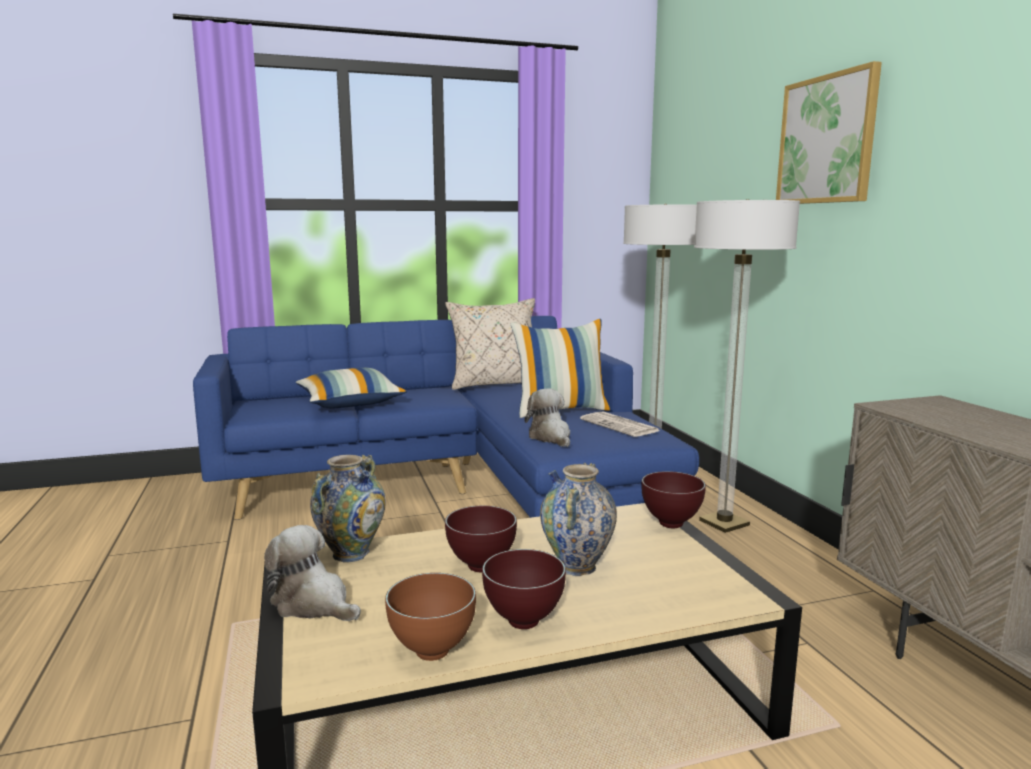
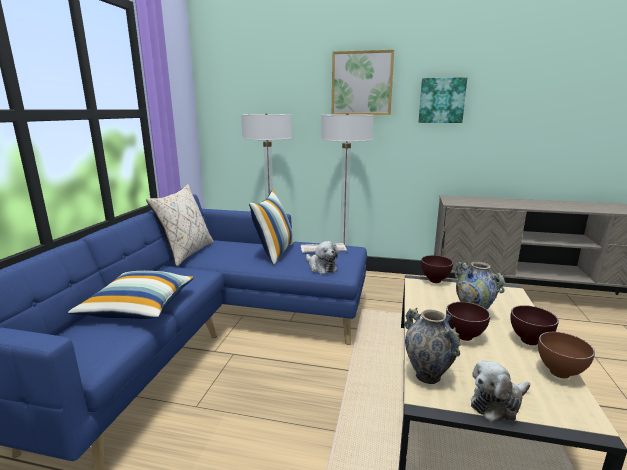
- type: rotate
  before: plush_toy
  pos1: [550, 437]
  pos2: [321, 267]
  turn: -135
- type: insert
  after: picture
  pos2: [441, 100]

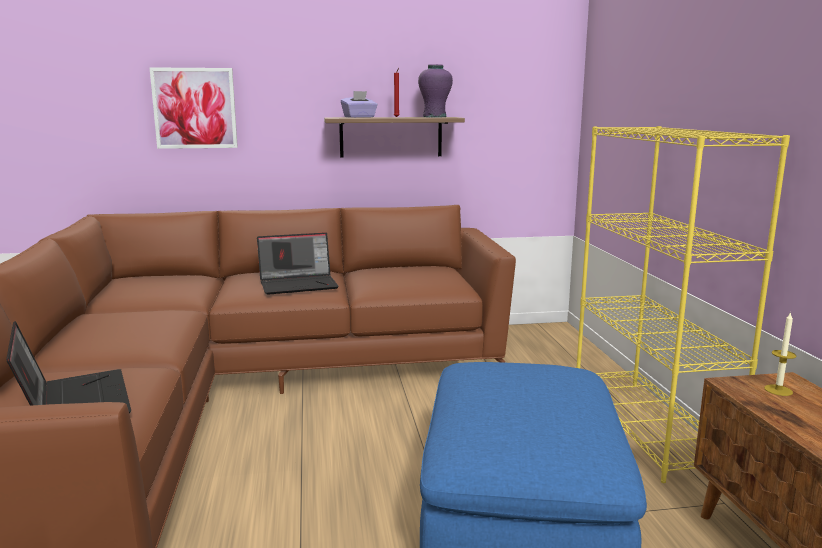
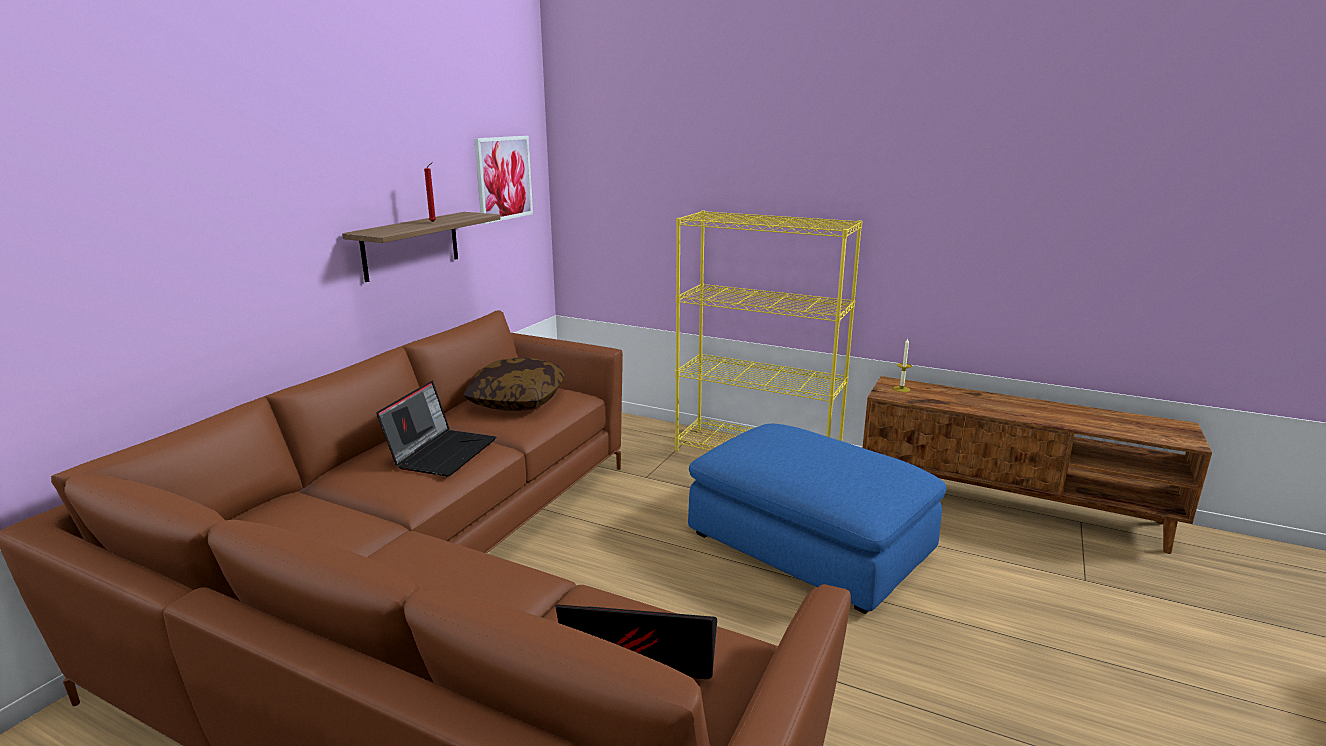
- type: delete
  before: purple_vase
  pos1: [434, 117]
- type: move
  before: picture
  pos1: [195, 108]
  pos2: [503, 178]
- type: delete
  before: purple_tissue_box
  pos1: [359, 117]
- type: insert
  after: pillow
  pos2: [517, 401]

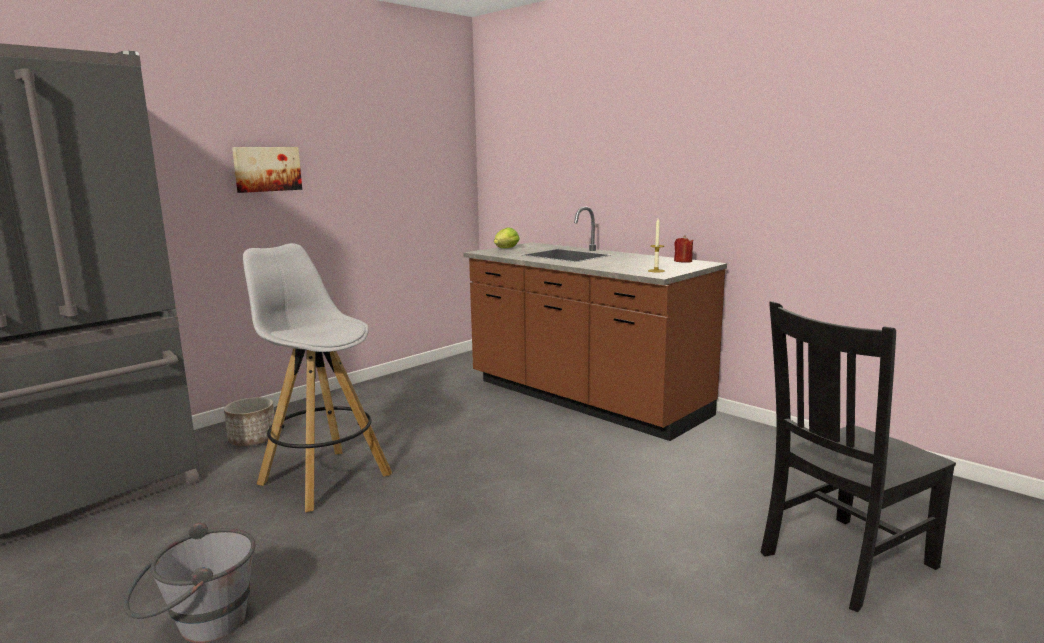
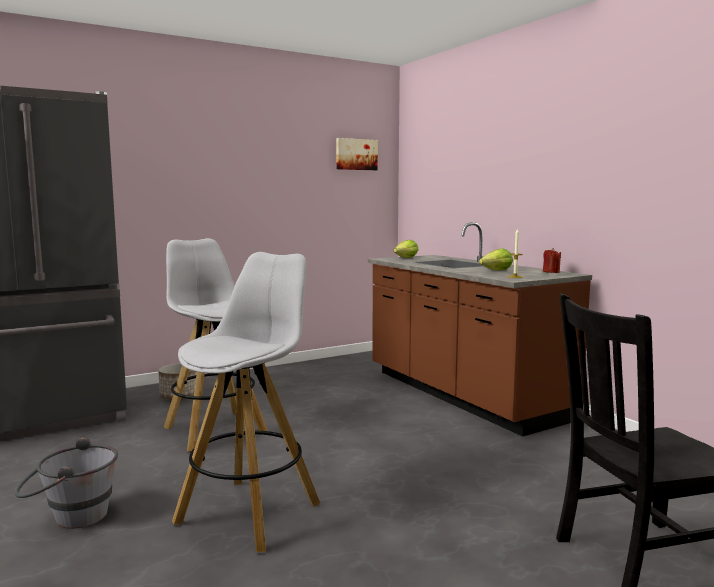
- type: move
  before: picture
  pos1: [267, 169]
  pos2: [356, 154]
- type: insert
  after: lettuce
  pos2: [496, 271]
- type: insert
  after: white_stool
  pos2: [250, 512]

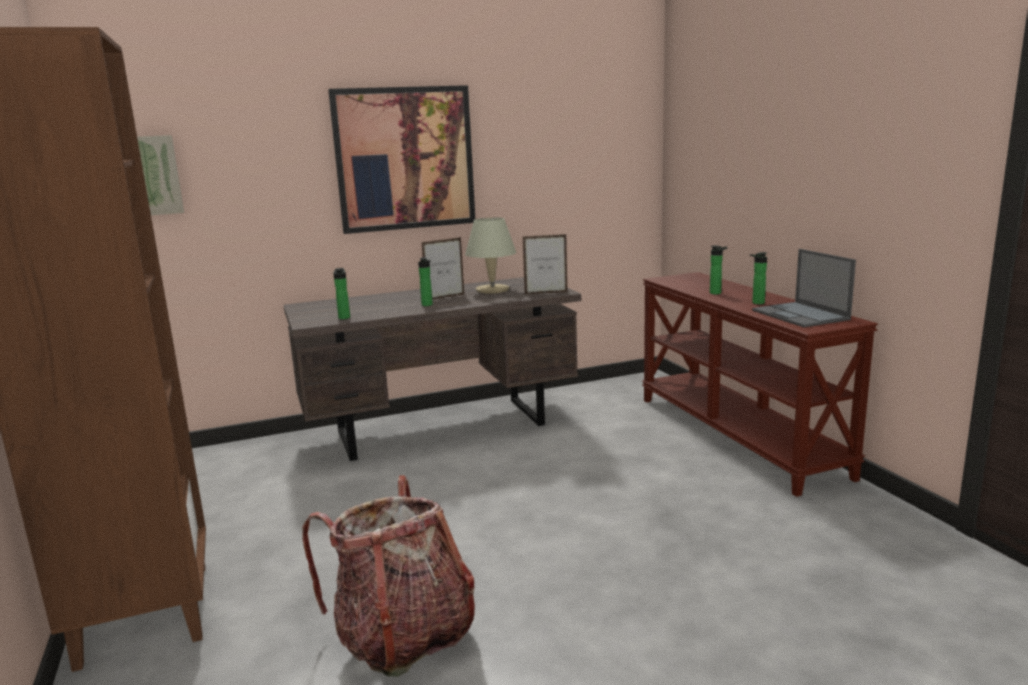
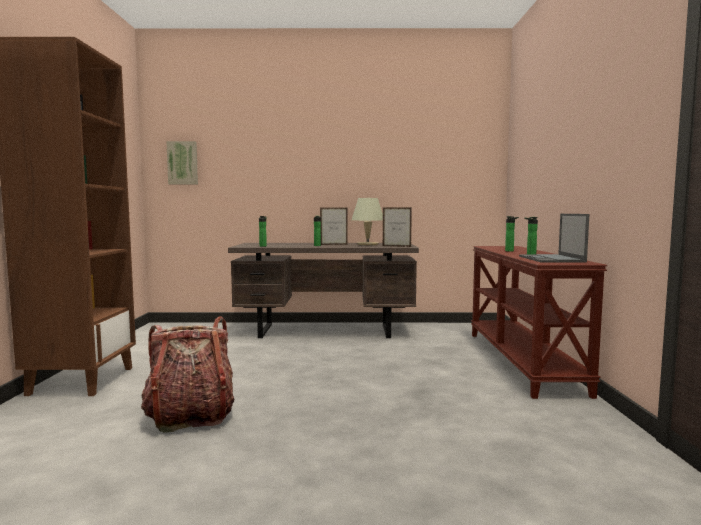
- type: delete
  before: picture
  pos1: [404, 159]

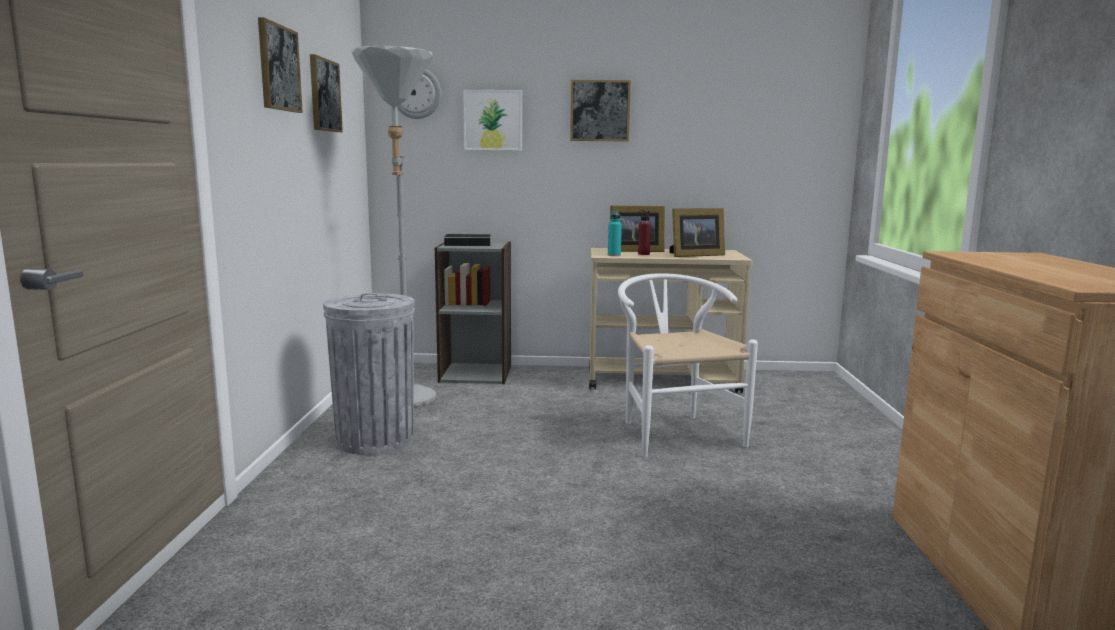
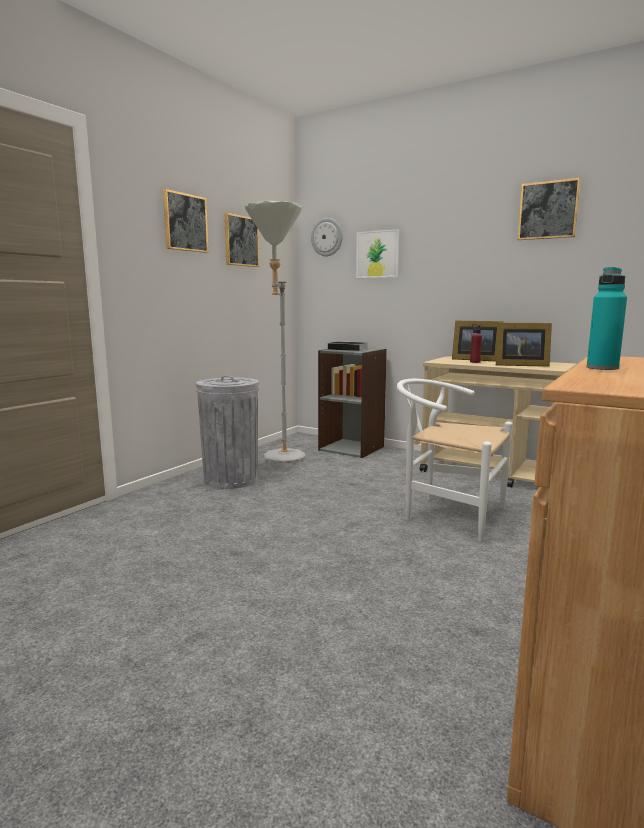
- type: move
  before: picture
  pos1: [600, 111]
  pos2: [548, 210]
- type: move
  before: turquoise_bottle
  pos1: [614, 255]
  pos2: [602, 368]
- type: rotate
  before: white_chair
  pos1: [673, 431]
  pos2: [446, 513]
  turn: -75

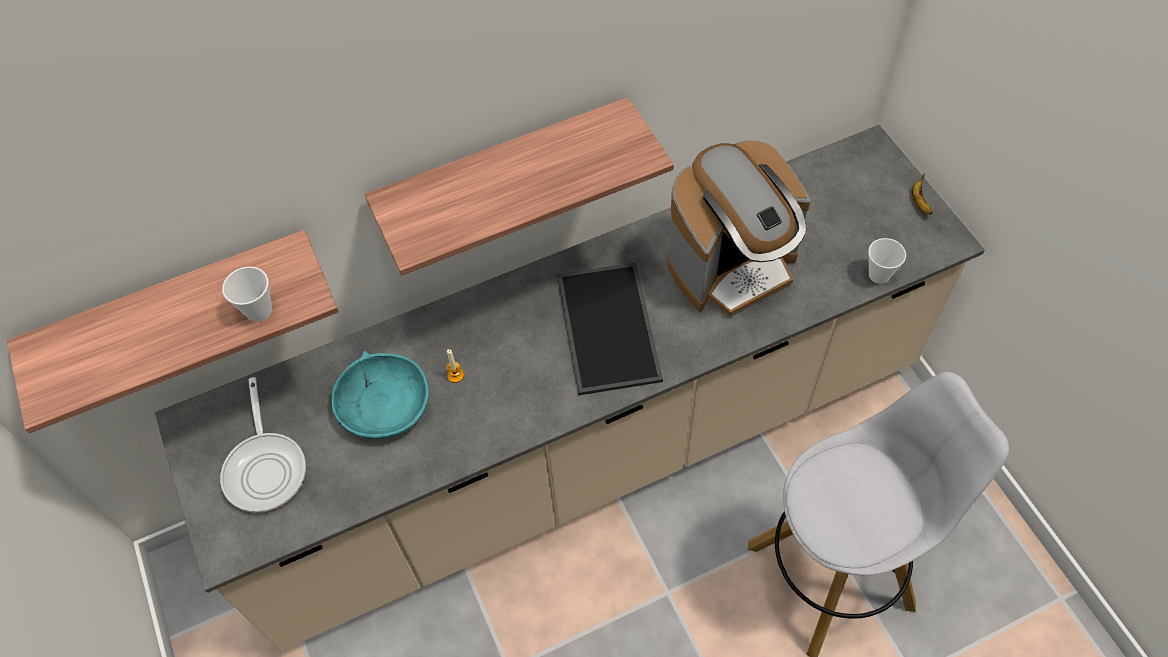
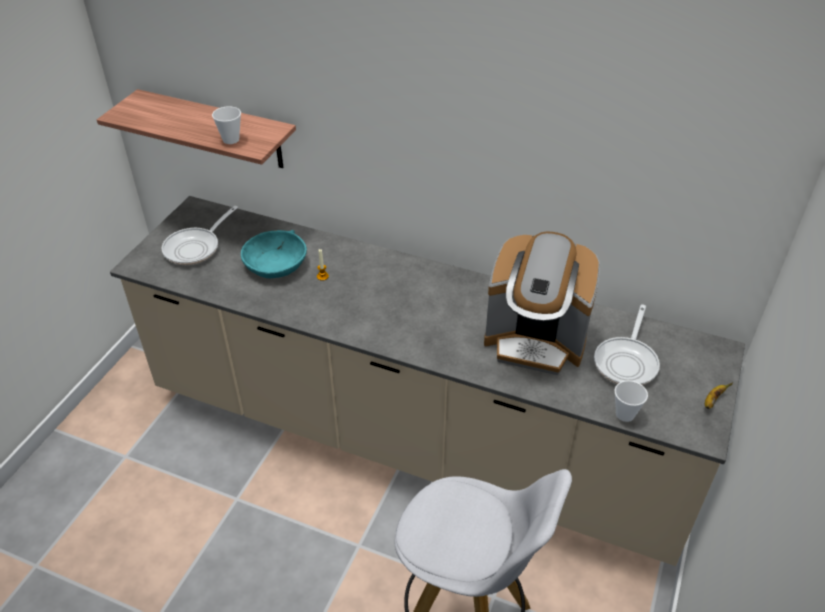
- type: delete
  before: shelf
  pos1: [503, 170]
- type: delete
  before: tray
  pos1: [605, 327]
- type: insert
  after: frying_pan
  pos2: [627, 362]

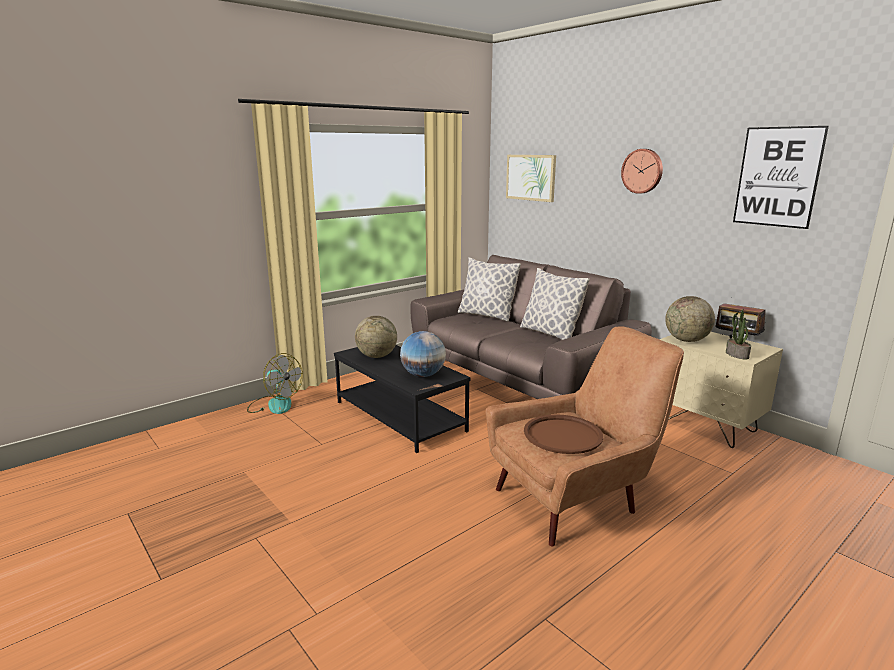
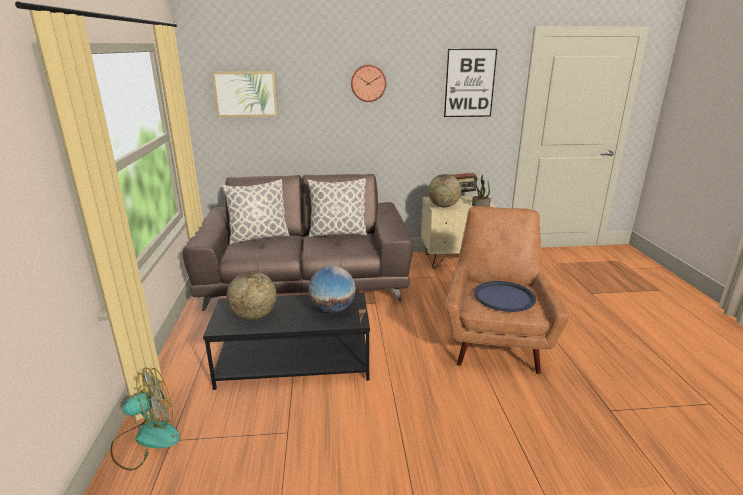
- type: recolor
  before: brown_tray
  after: blue_tray
  pos1: [562, 435]
  pos2: [504, 297]

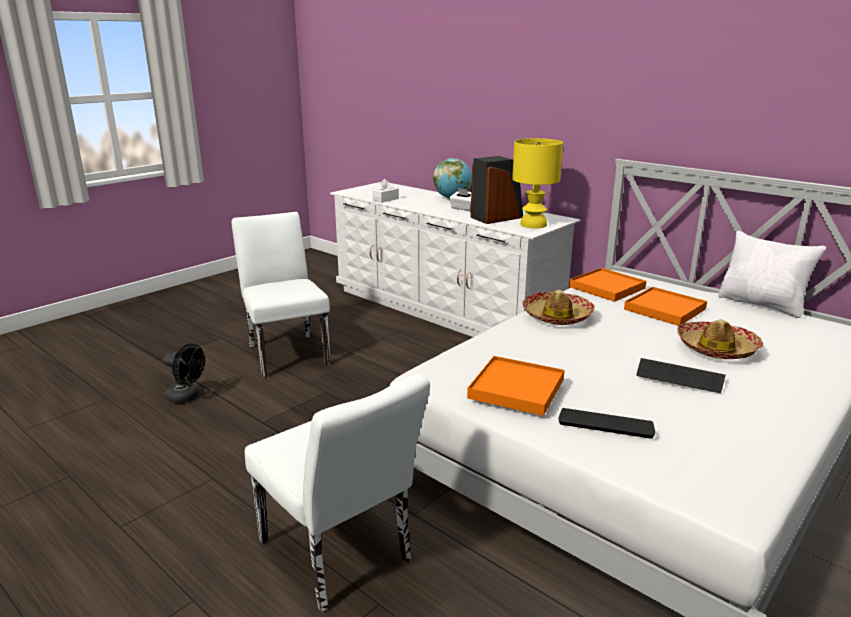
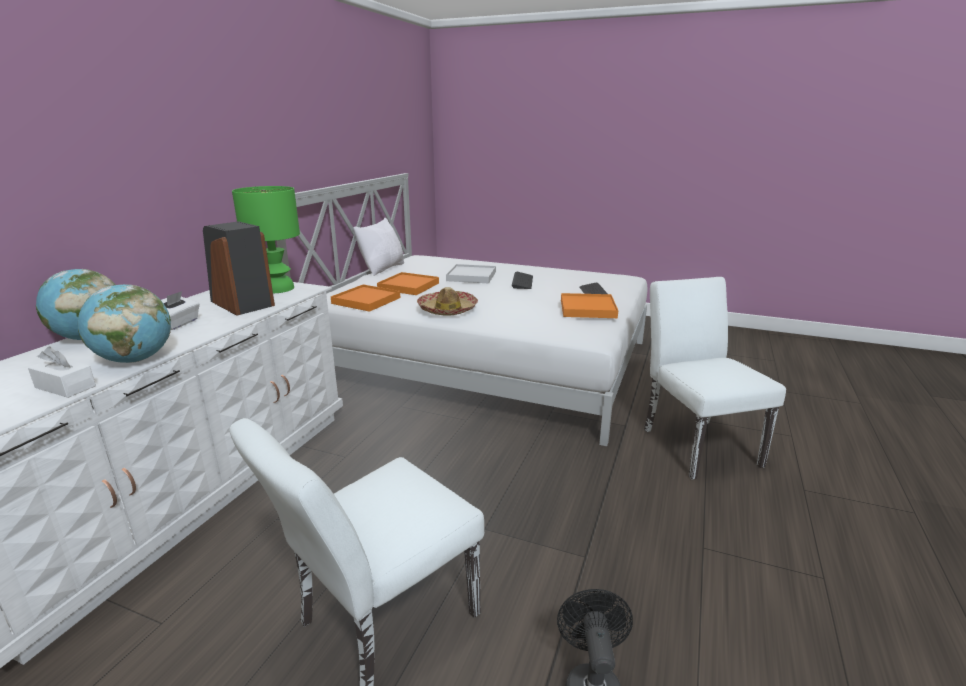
- type: recolor
  before: yellow_table_lamp
  after: green_table_lamp
  pos1: [533, 225]
  pos2: [278, 288]
- type: replace
  before: hat
  after: white_tray
  pos1: [716, 349]
  pos2: [471, 276]
- type: rotate
  before: white_chair
  pos1: [341, 557]
  pos2: [695, 442]
  turn: -45
- type: insert
  after: globe
  pos2: [135, 360]

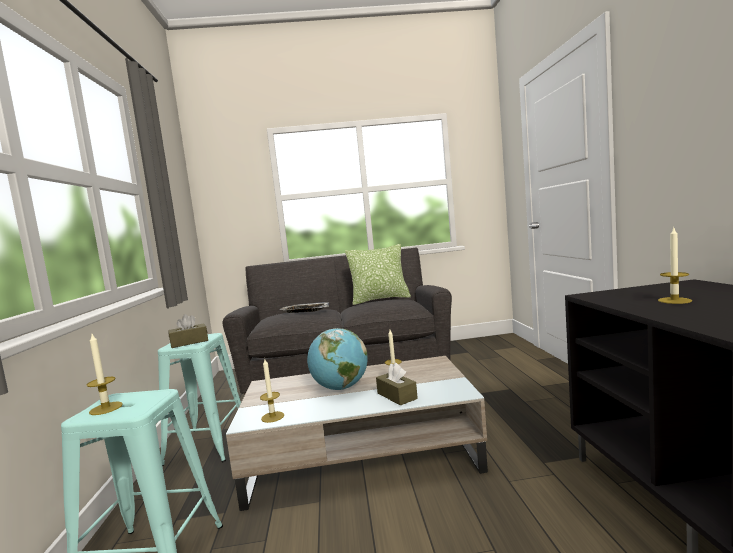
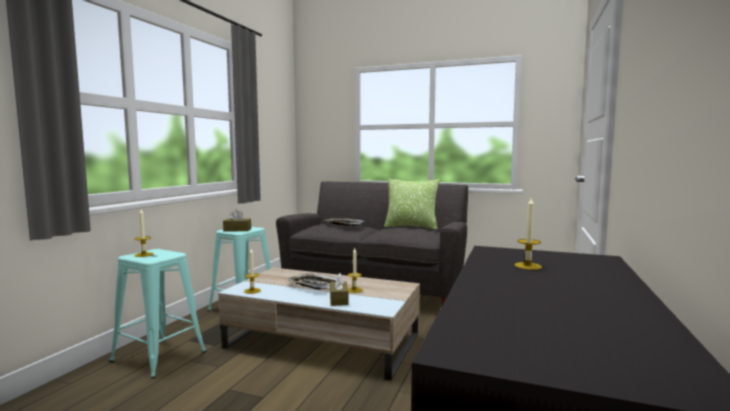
- type: replace
  before: globe
  after: tray
  pos1: [340, 388]
  pos2: [314, 285]

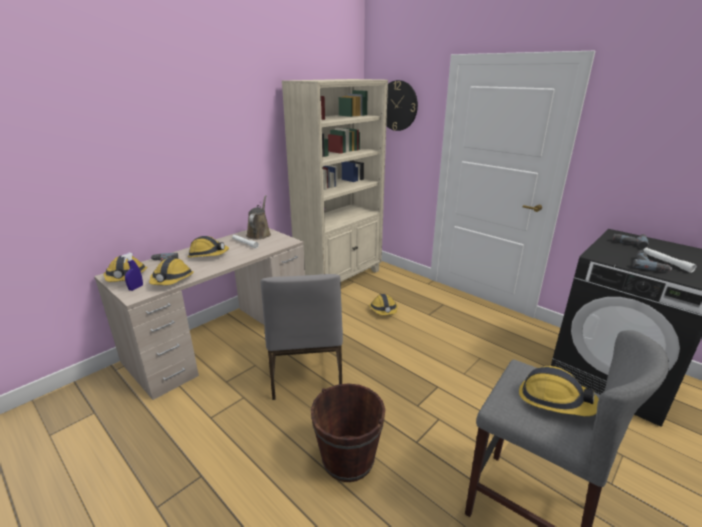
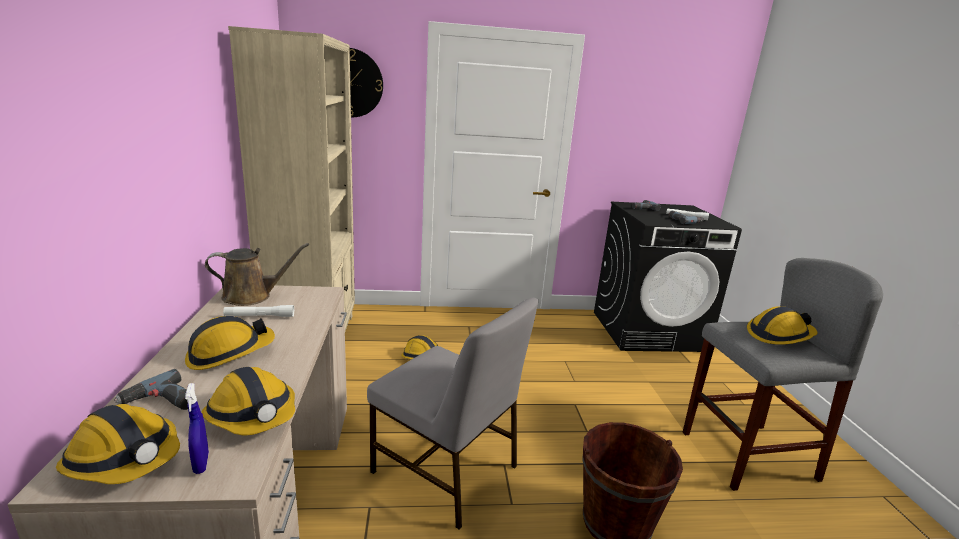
- type: rotate
  before: brown_watering_can
  pos1: [259, 234]
  pos2: [252, 296]
  turn: 120

